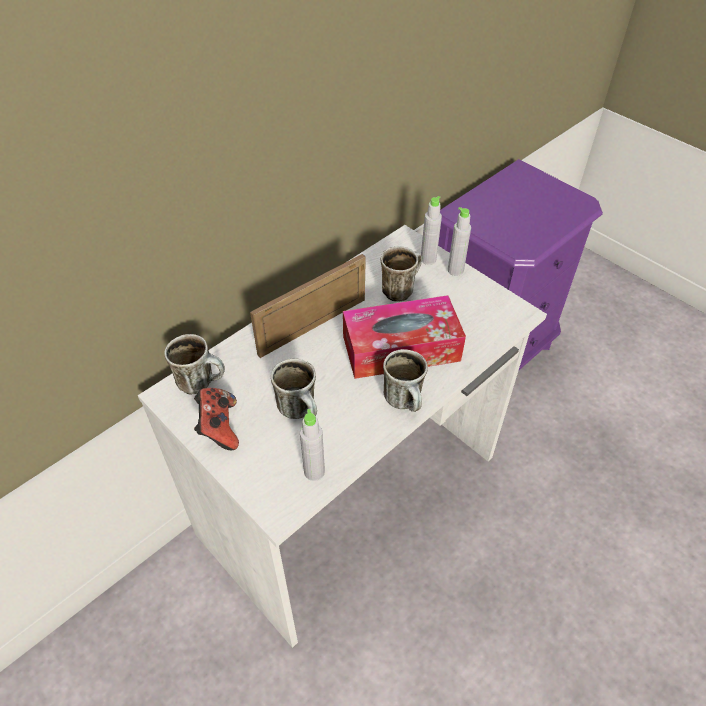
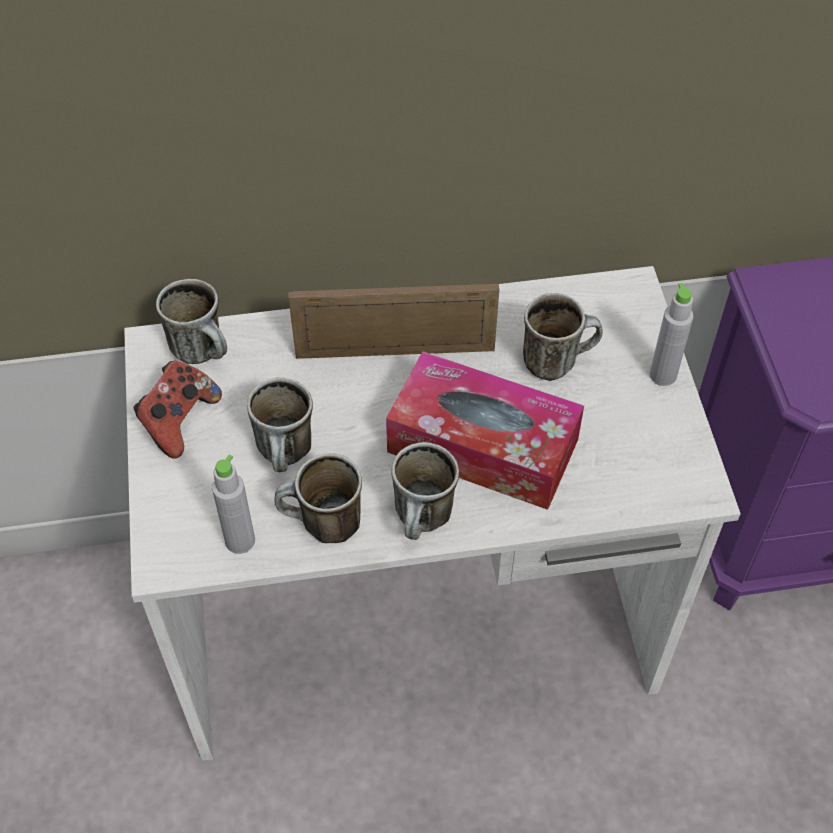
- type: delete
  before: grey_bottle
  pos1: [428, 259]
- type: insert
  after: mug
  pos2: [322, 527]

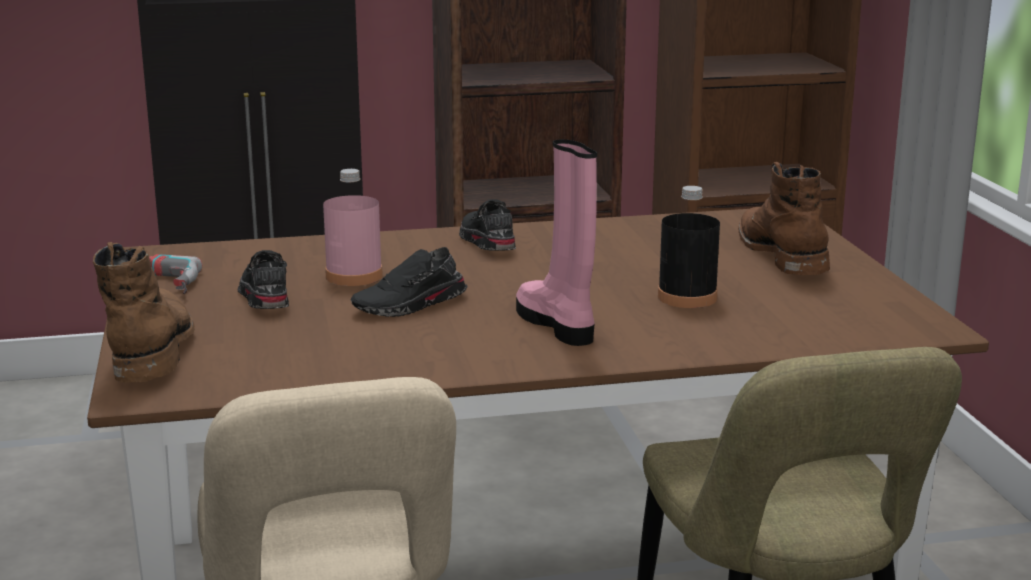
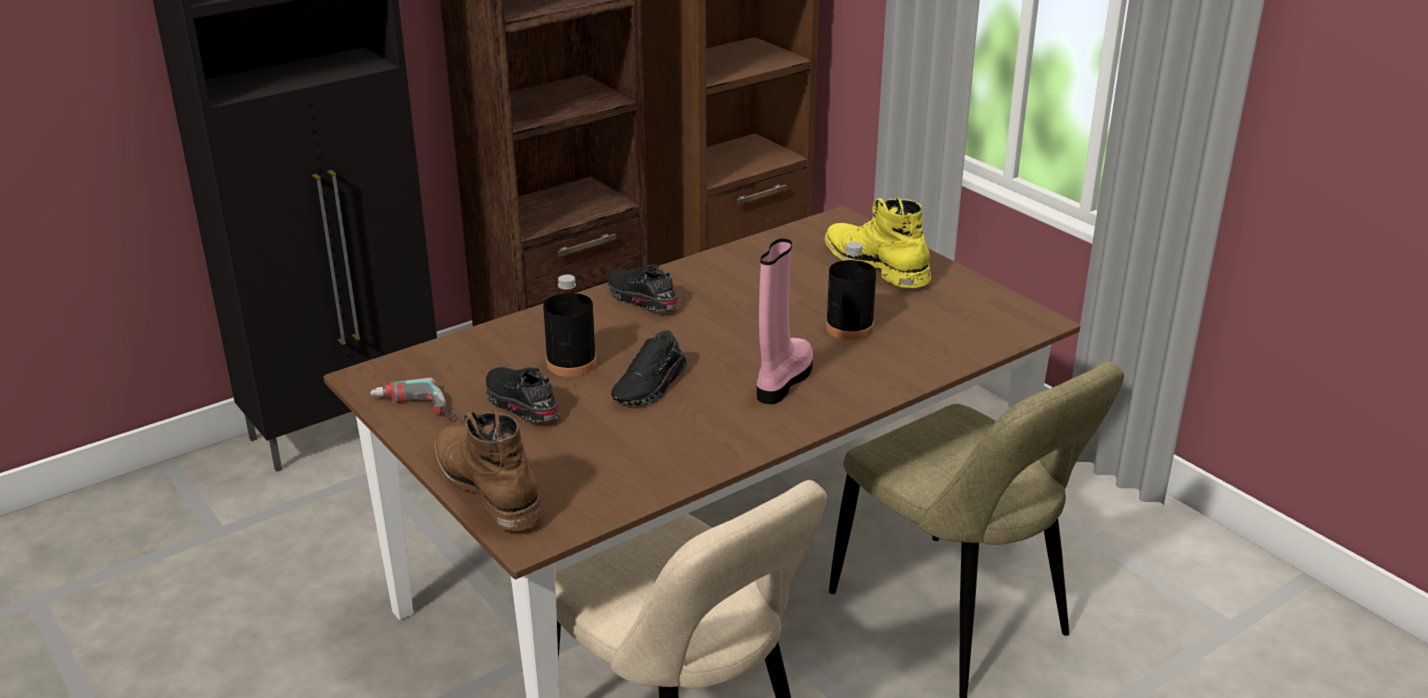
- type: rotate
  before: pink_boot
  pos1: [557, 325]
  pos2: [783, 380]
  turn: 75
- type: recolor
  before: brown_boot
  after: yellow_boot
  pos1: [782, 253]
  pos2: [876, 264]
- type: recolor
  before: pink_bottle
  after: black_bottle
  pos1: [354, 276]
  pos2: [571, 363]

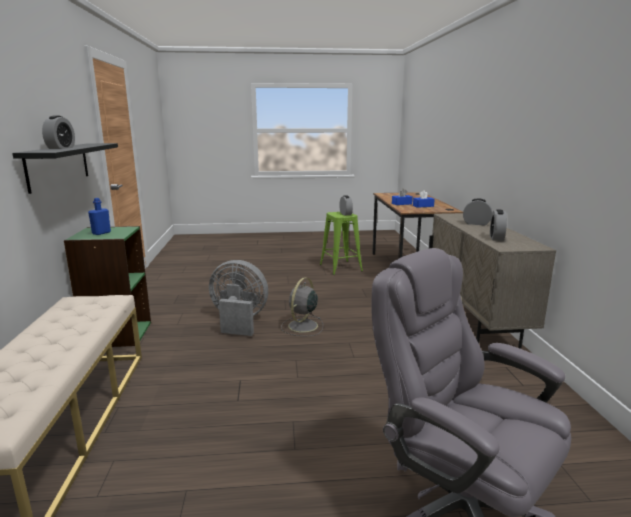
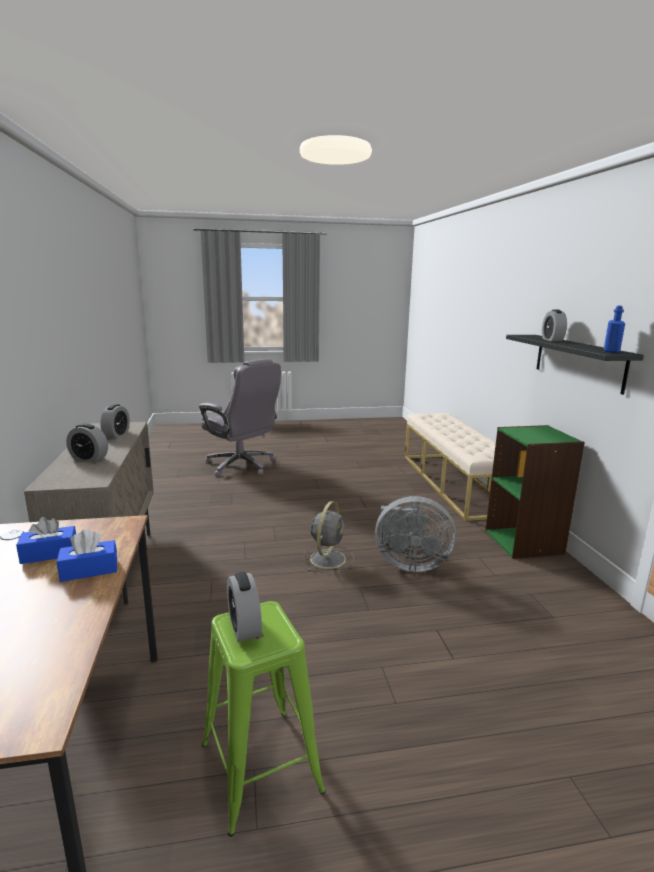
- type: move
  before: blue_bottle
  pos1: [101, 233]
  pos2: [611, 351]

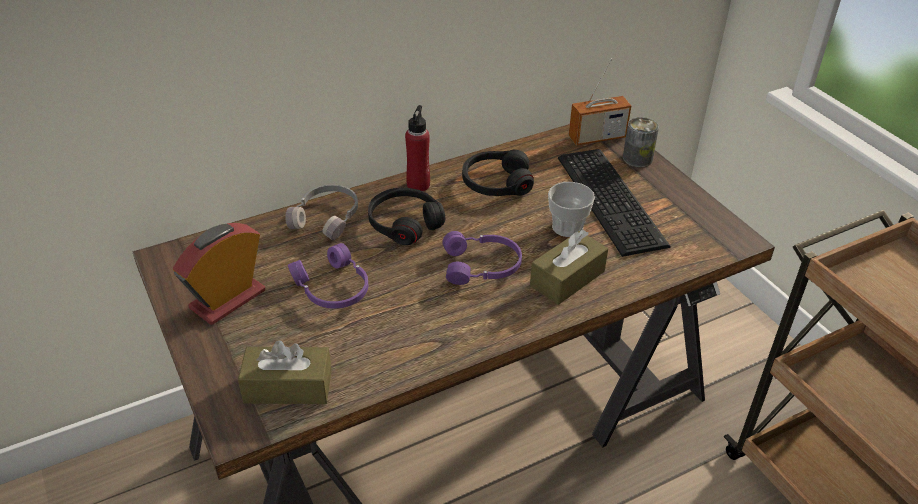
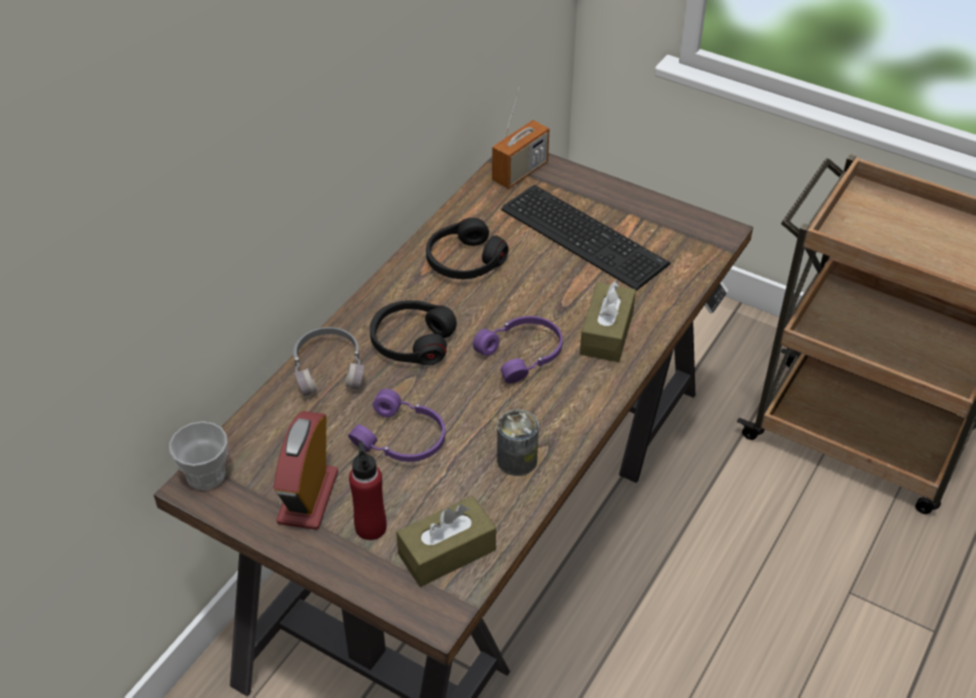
- type: move
  before: red_bottle
  pos1: [418, 185]
  pos2: [371, 527]
- type: move
  before: can
  pos1: [637, 158]
  pos2: [517, 460]
- type: move
  before: cup
  pos1: [567, 227]
  pos2: [206, 475]

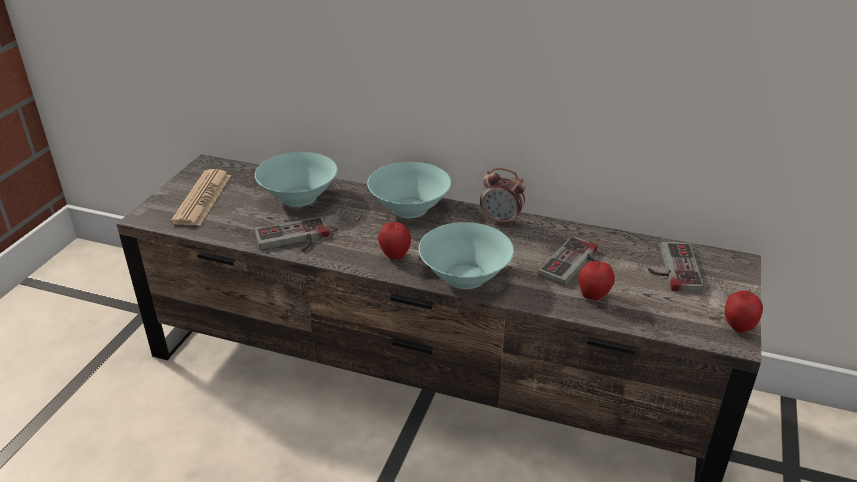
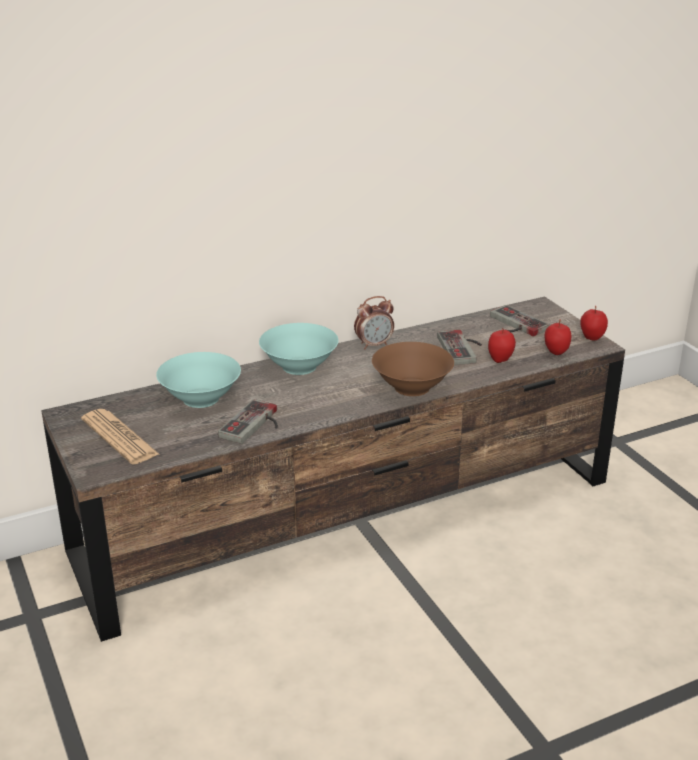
- type: move
  before: apple
  pos1: [395, 256]
  pos2: [556, 353]
- type: recolor
  before: turquoise_bowl
  after: brown_bowl
  pos1: [464, 276]
  pos2: [411, 387]

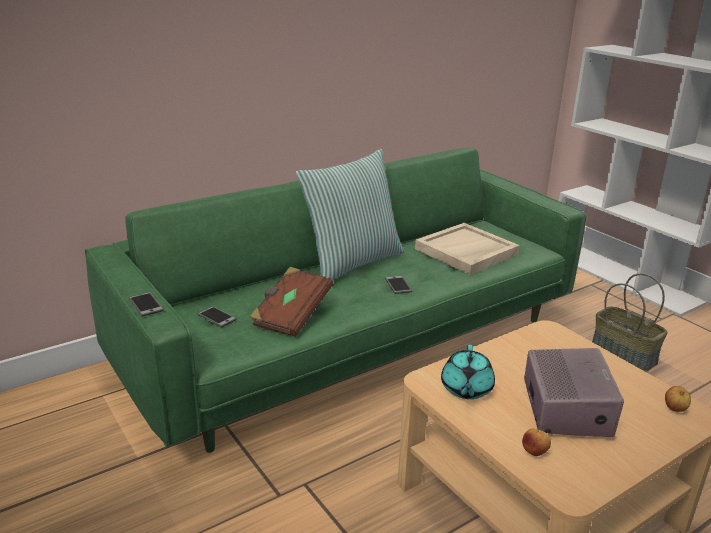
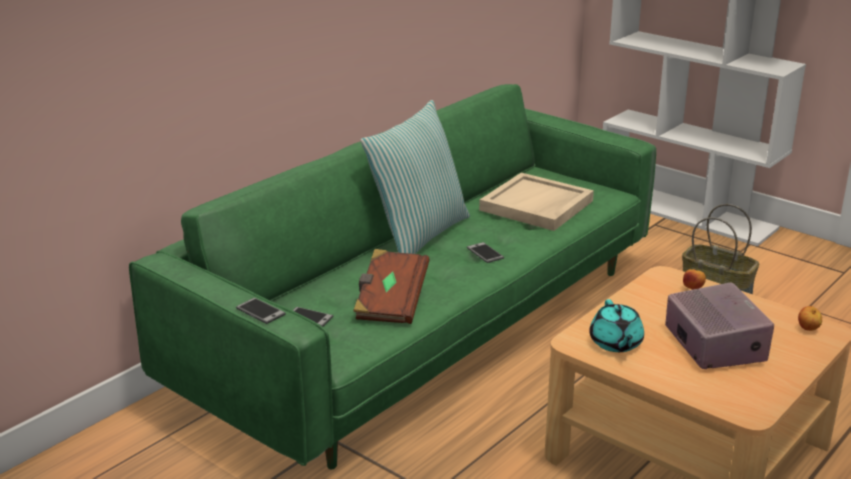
- type: move
  before: apple
  pos1: [534, 452]
  pos2: [693, 289]

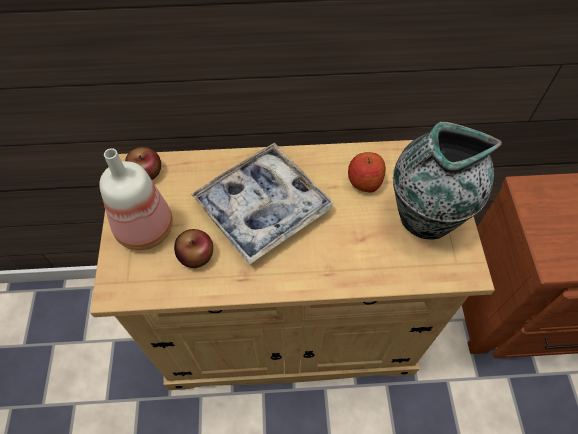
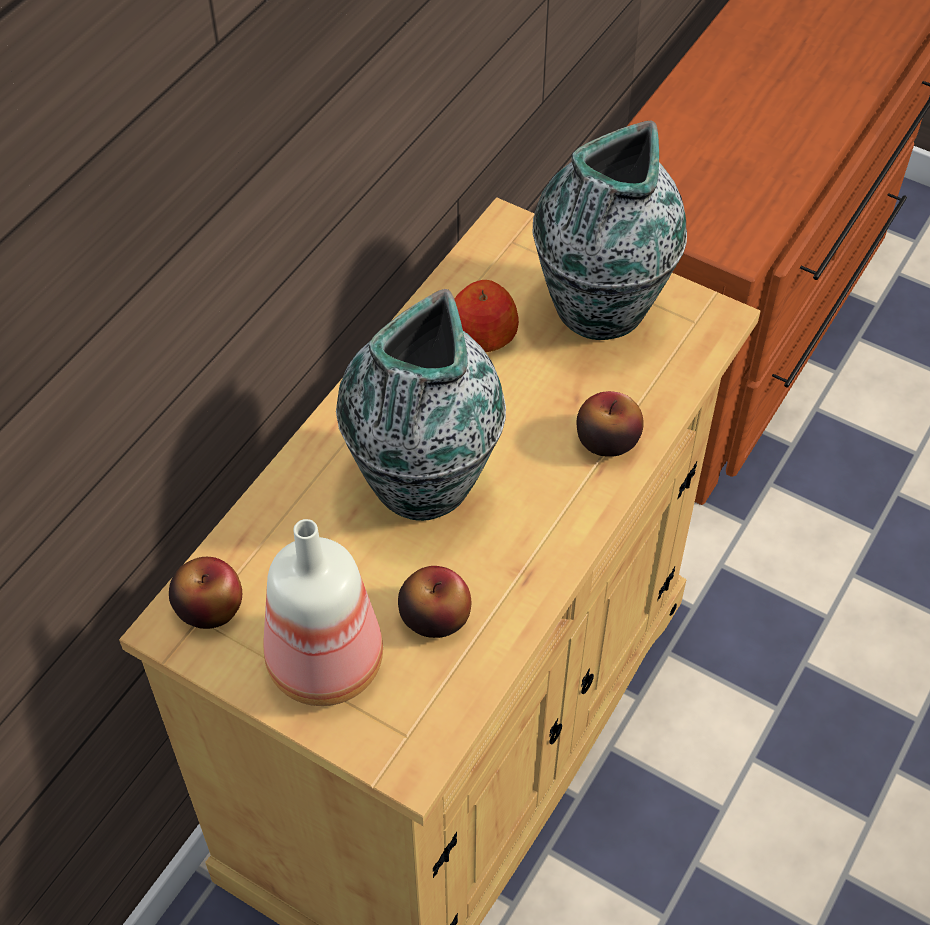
- type: replace
  before: tray
  after: vase
  pos1: [263, 208]
  pos2: [422, 484]
- type: insert
  after: apple
  pos2: [607, 439]

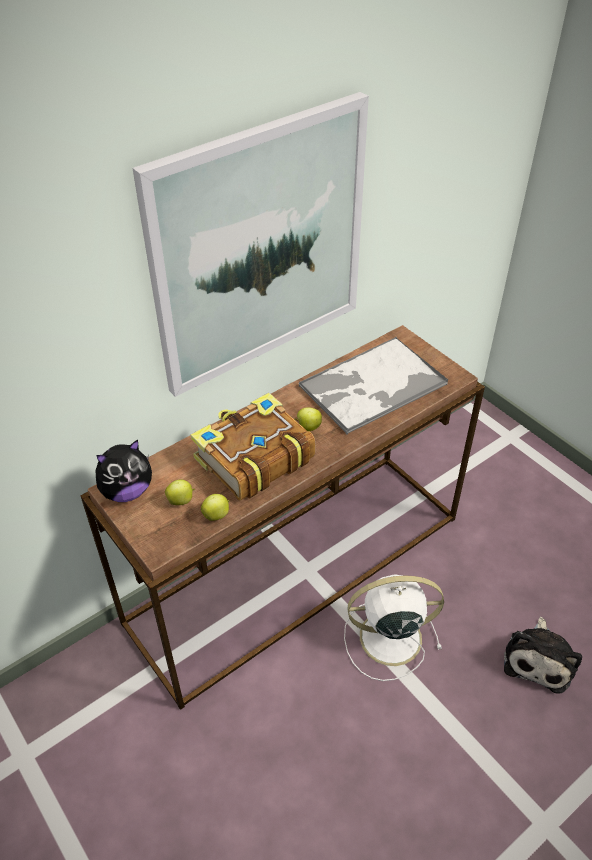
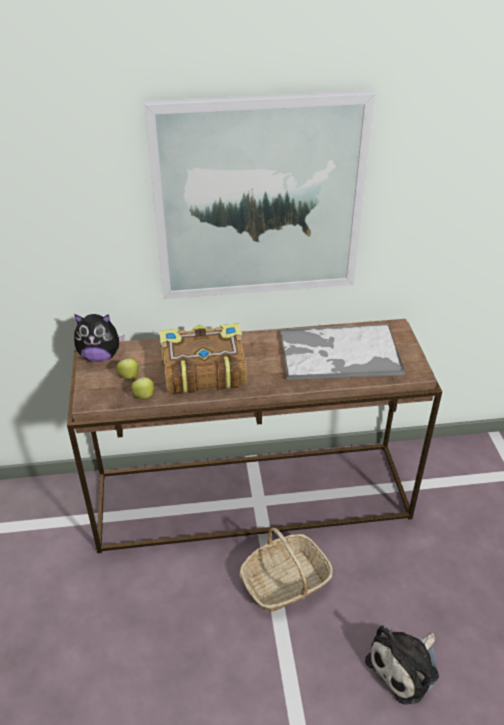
- type: delete
  before: apple
  pos1: [308, 427]
- type: replace
  before: white_fan
  after: basket
  pos1: [387, 638]
  pos2: [285, 582]

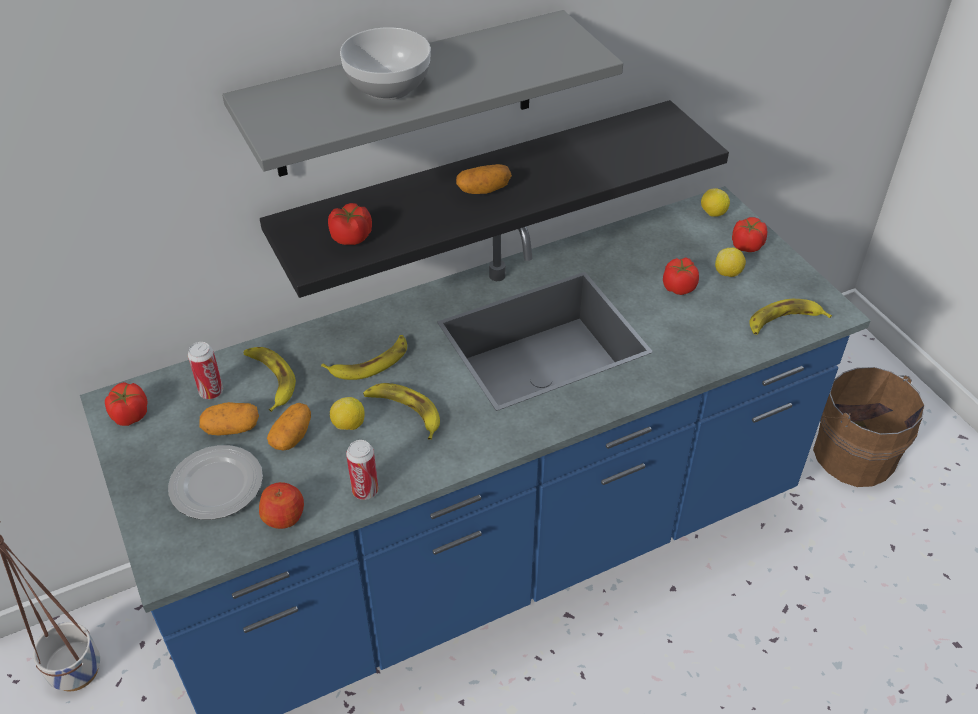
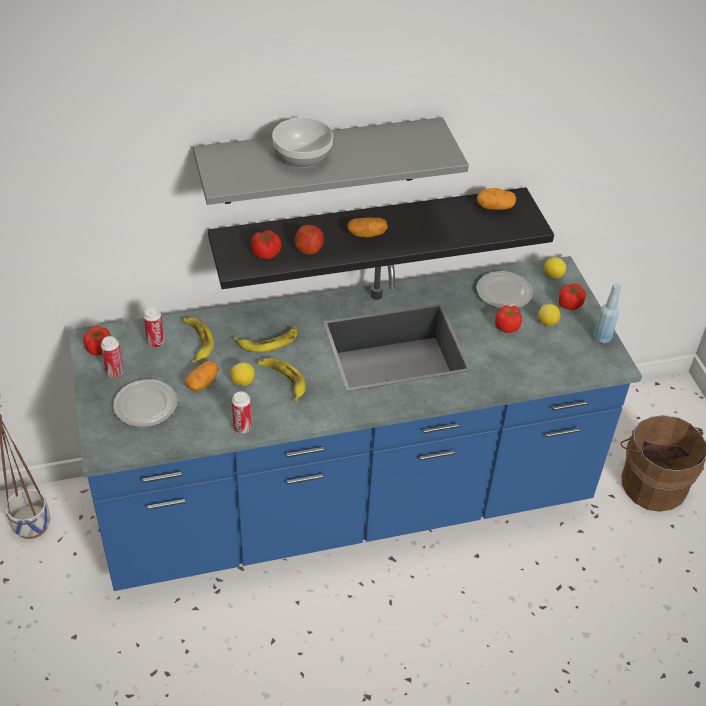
- type: delete
  before: banana
  pos1: [784, 321]
- type: move
  before: potato
  pos1: [231, 428]
  pos2: [495, 207]
- type: move
  before: apple
  pos1: [284, 516]
  pos2: [309, 249]
- type: insert
  after: plate
  pos2: [503, 293]
- type: insert
  after: blue_bottle
  pos2: [602, 337]
- type: insert
  after: can
  pos2: [114, 372]

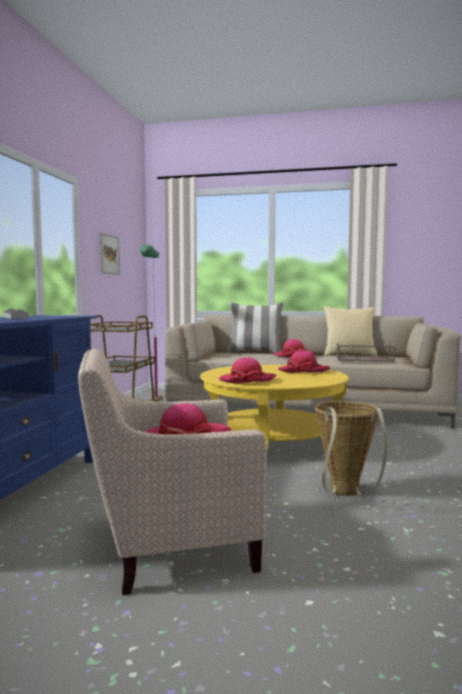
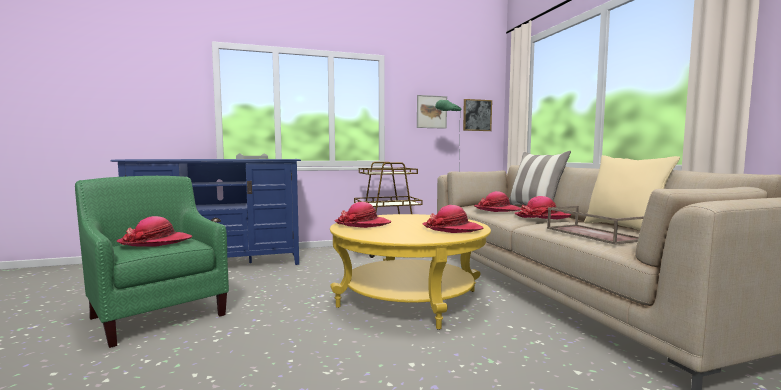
- type: recolor
  before: beige_armchair
  after: green_armchair
  pos1: [168, 544]
  pos2: [158, 313]
- type: delete
  before: basket
  pos1: [345, 494]
- type: insert
  after: picture
  pos2: [477, 115]
- type: insert
  after: hat
  pos2: [497, 210]

